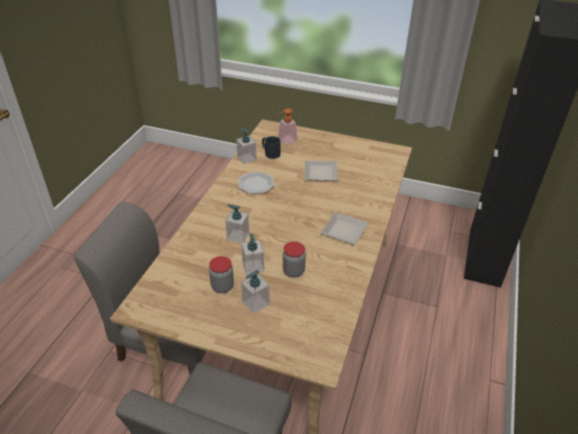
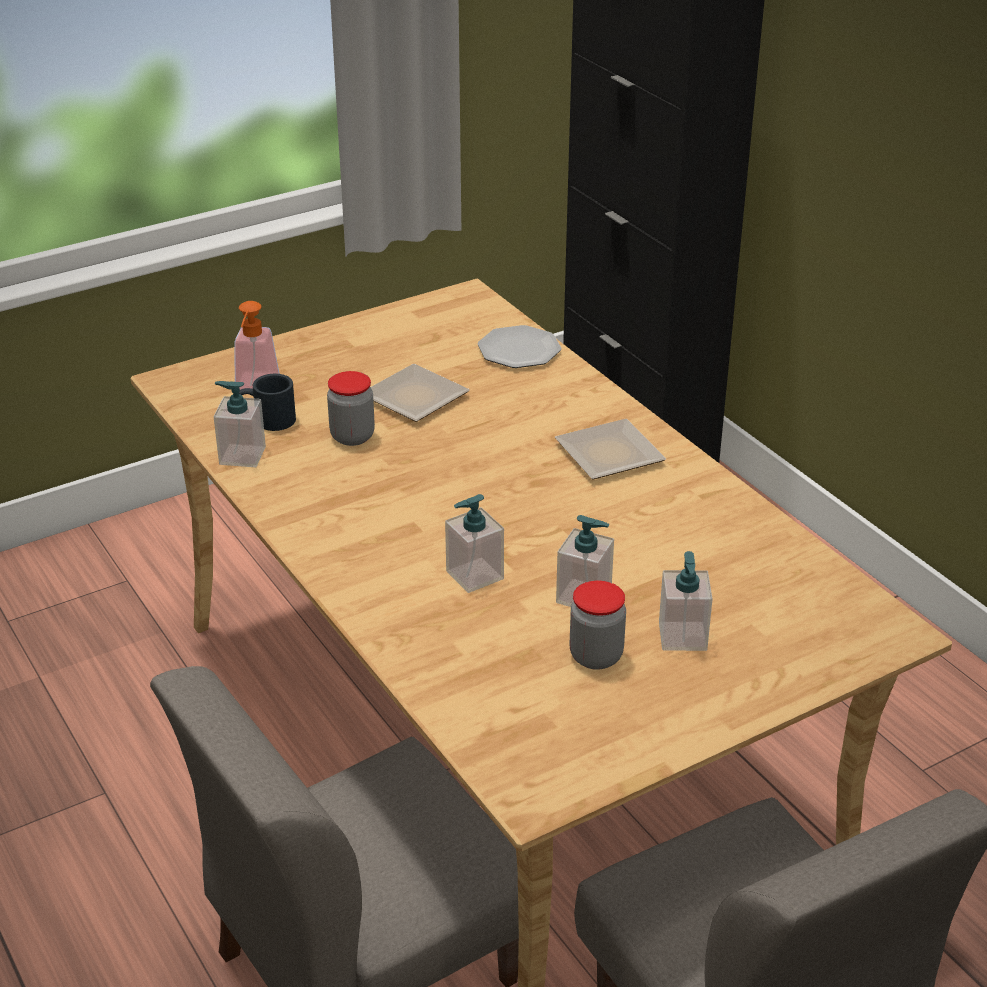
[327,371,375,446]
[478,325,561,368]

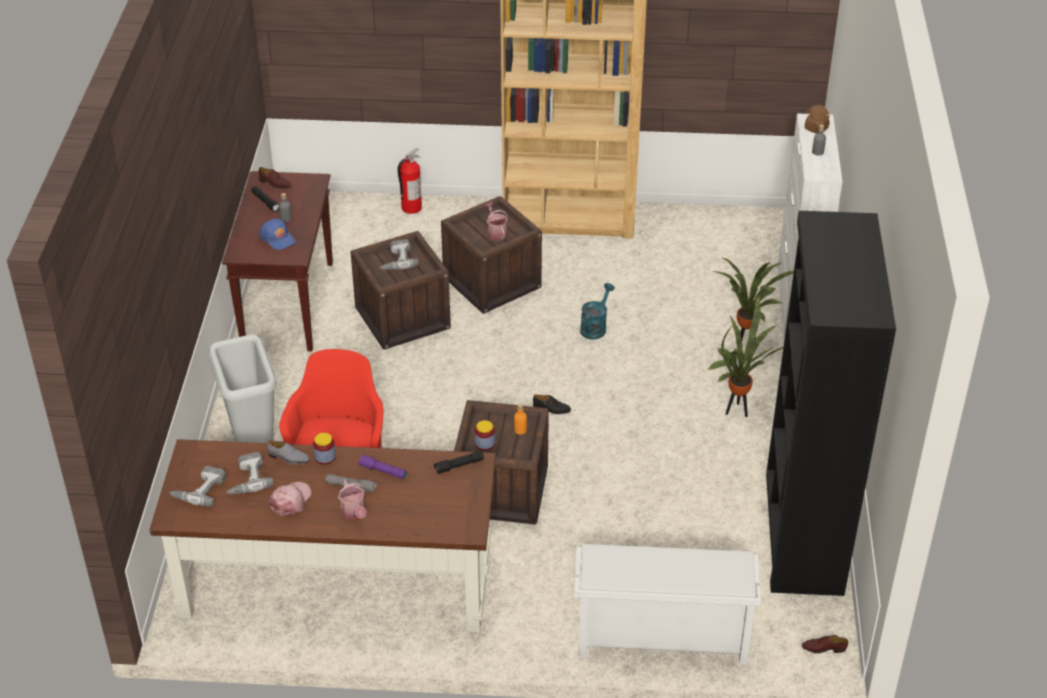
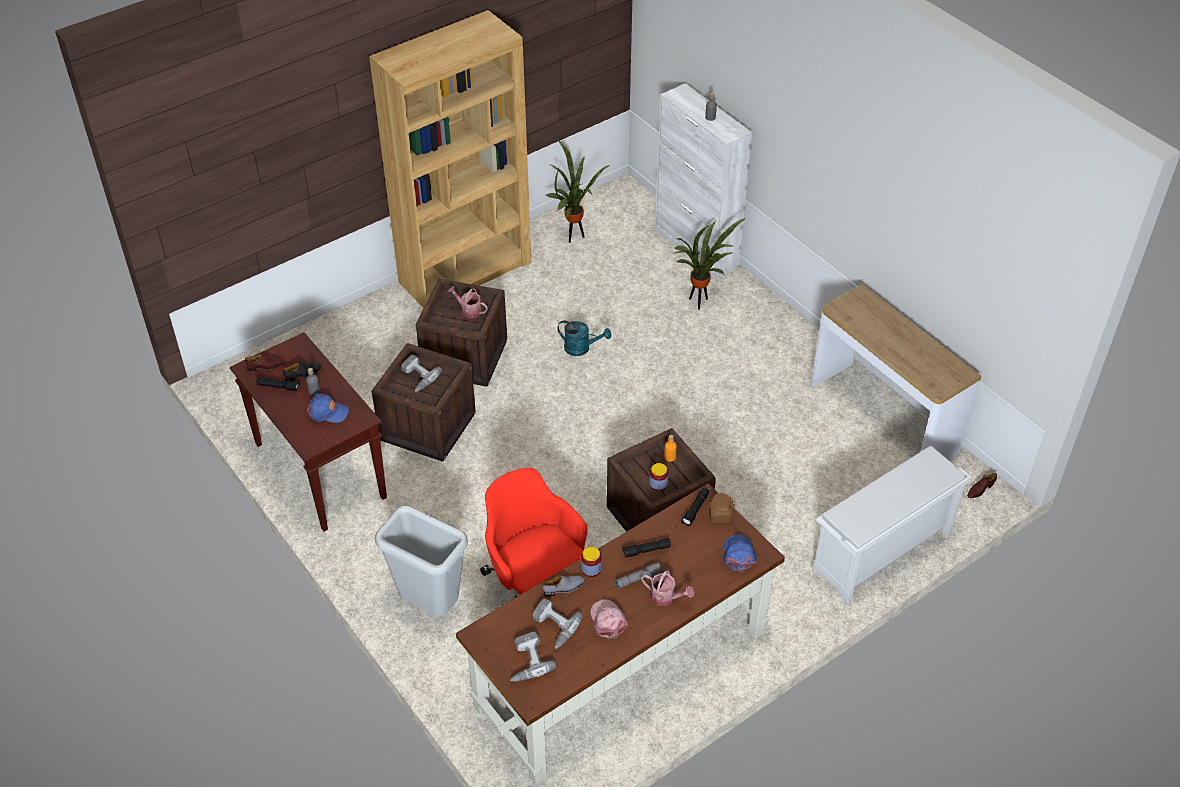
[283,362,322,381]
[546,140,610,243]
[557,321,611,356]
[622,539,671,558]
[707,493,735,523]
[723,534,757,572]
[810,284,981,460]
[397,148,422,214] (first image)

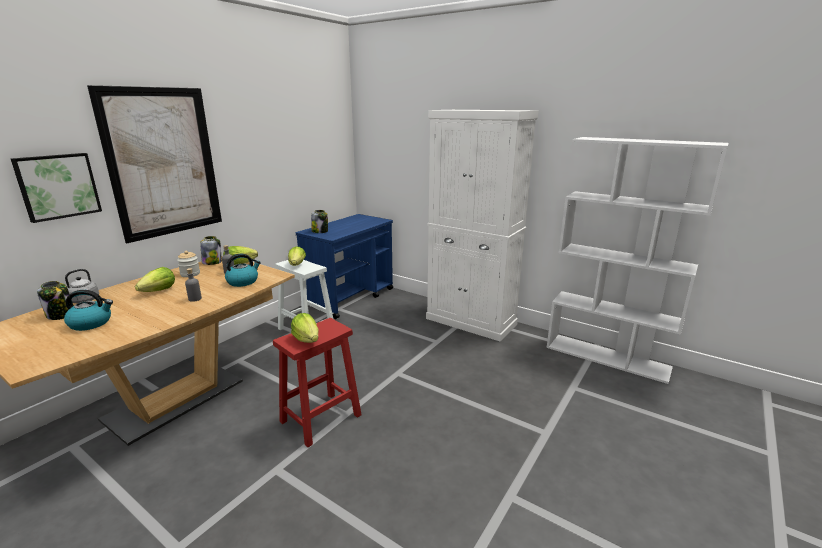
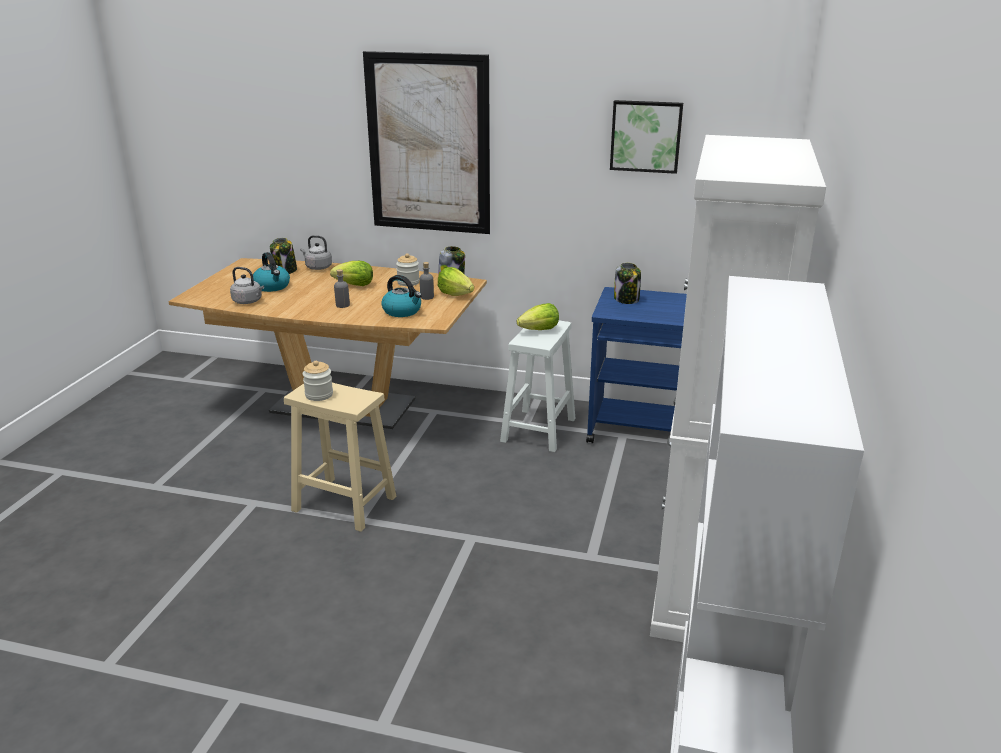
[230,267,264,304]
[284,383,396,532]
[302,361,333,401]
[610,100,683,174]

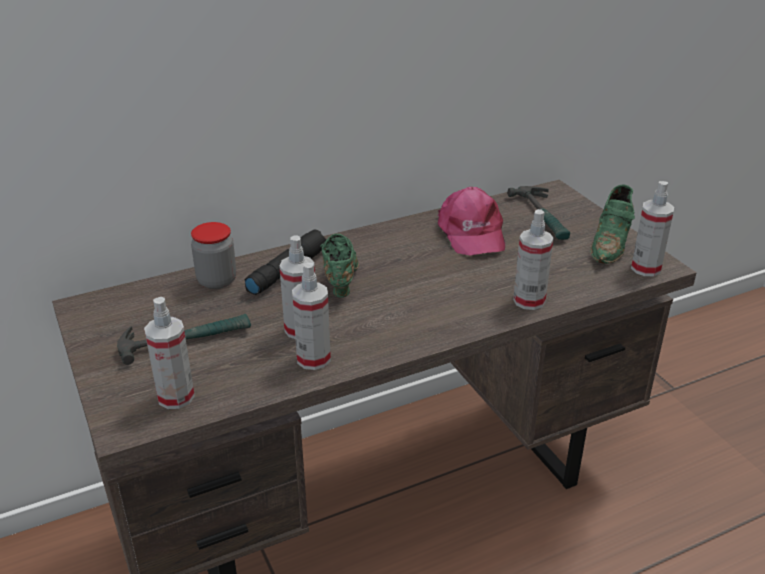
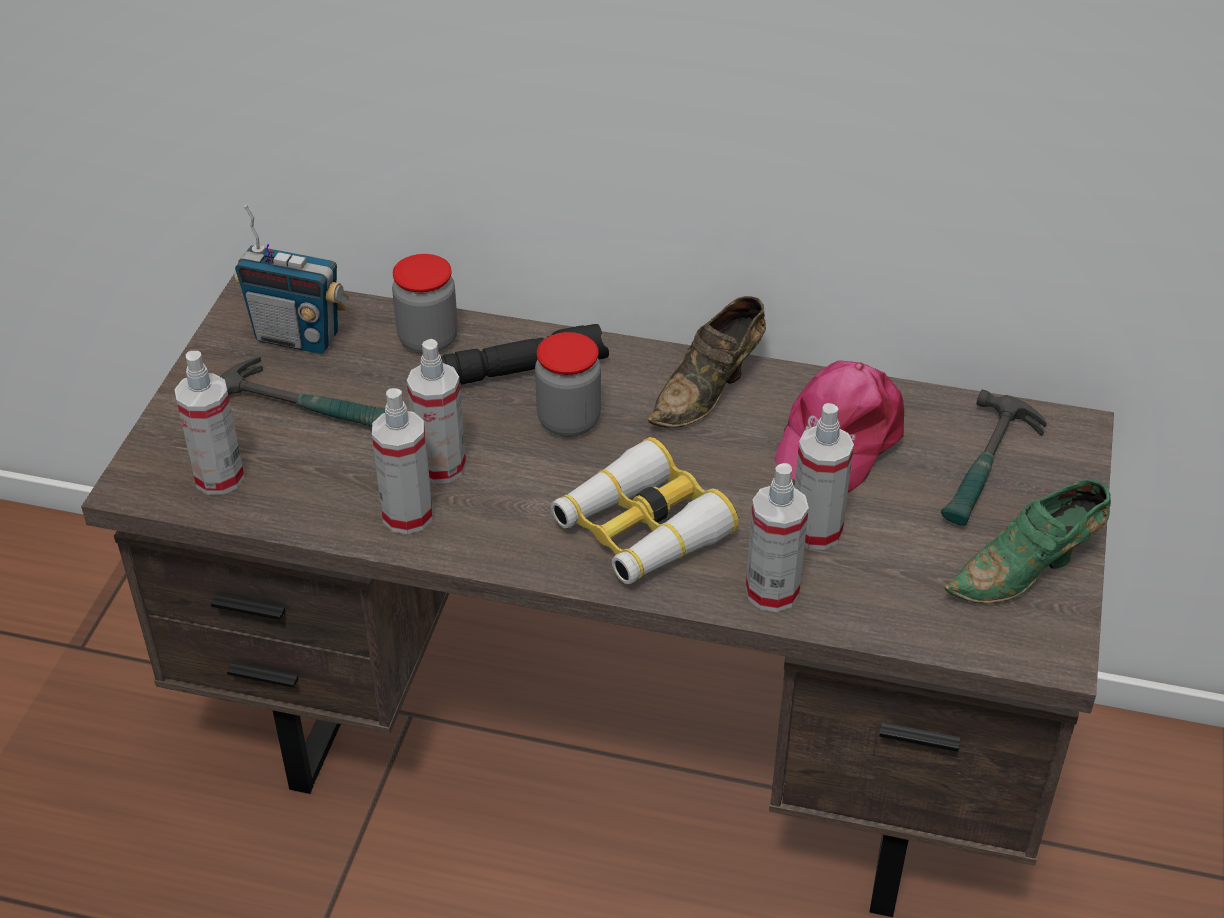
[234,204,349,354]
[535,332,601,437]
[551,437,739,584]
[648,296,766,428]
[795,403,854,550]

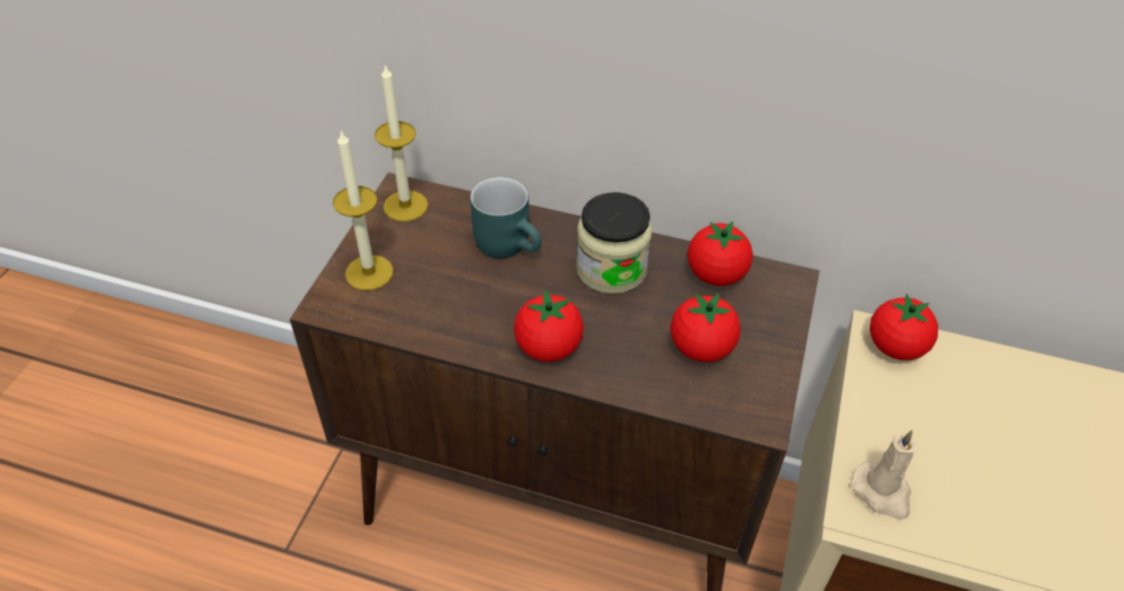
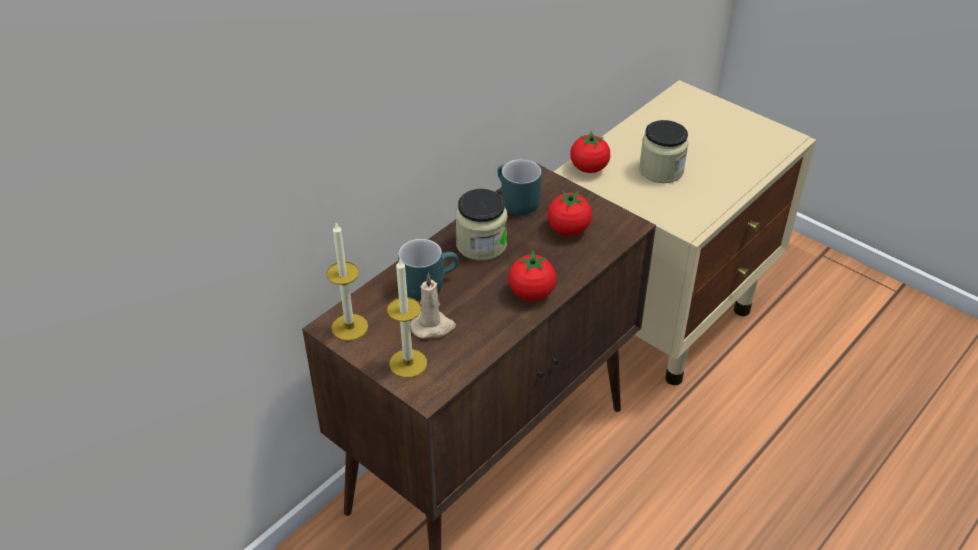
[410,273,456,339]
[498,159,542,216]
[639,120,689,183]

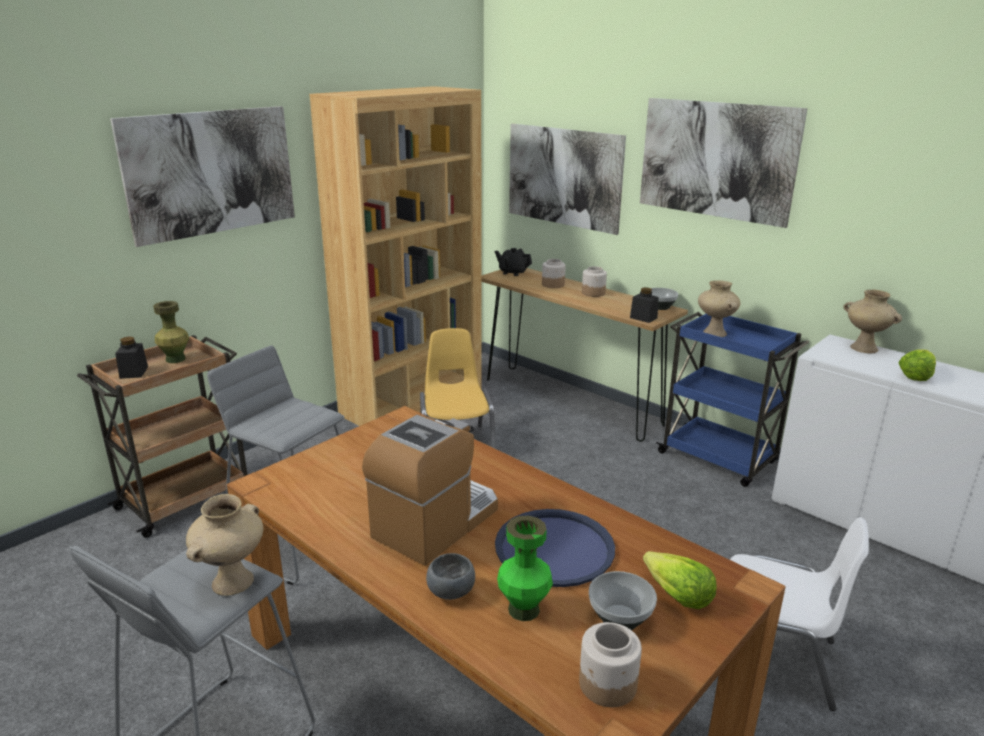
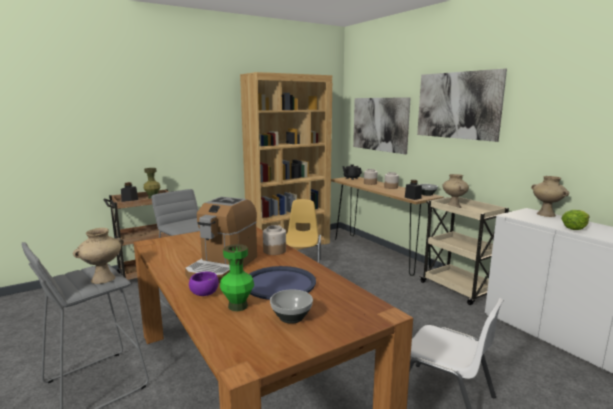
[185,197,257,283]
[189,272,219,296]
[263,225,286,255]
[420,197,509,305]
[110,106,295,247] (first image)
[643,551,717,609] (first image)

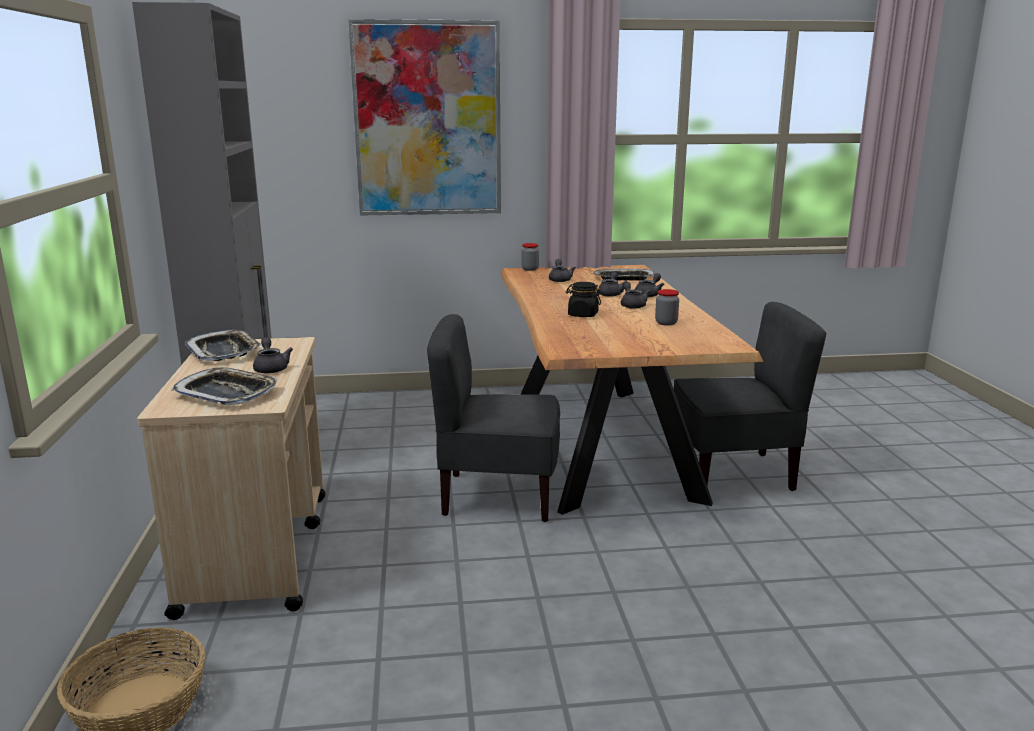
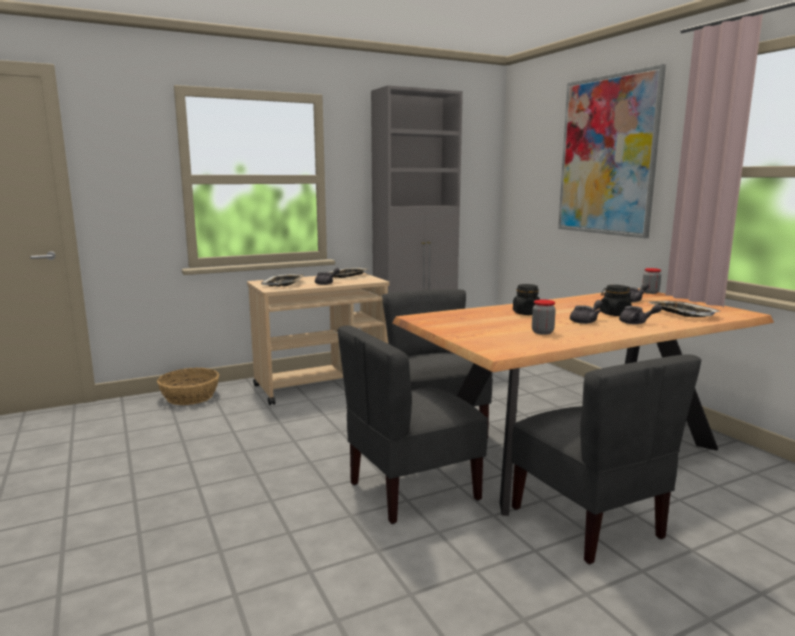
[337,325,488,524]
[600,285,632,316]

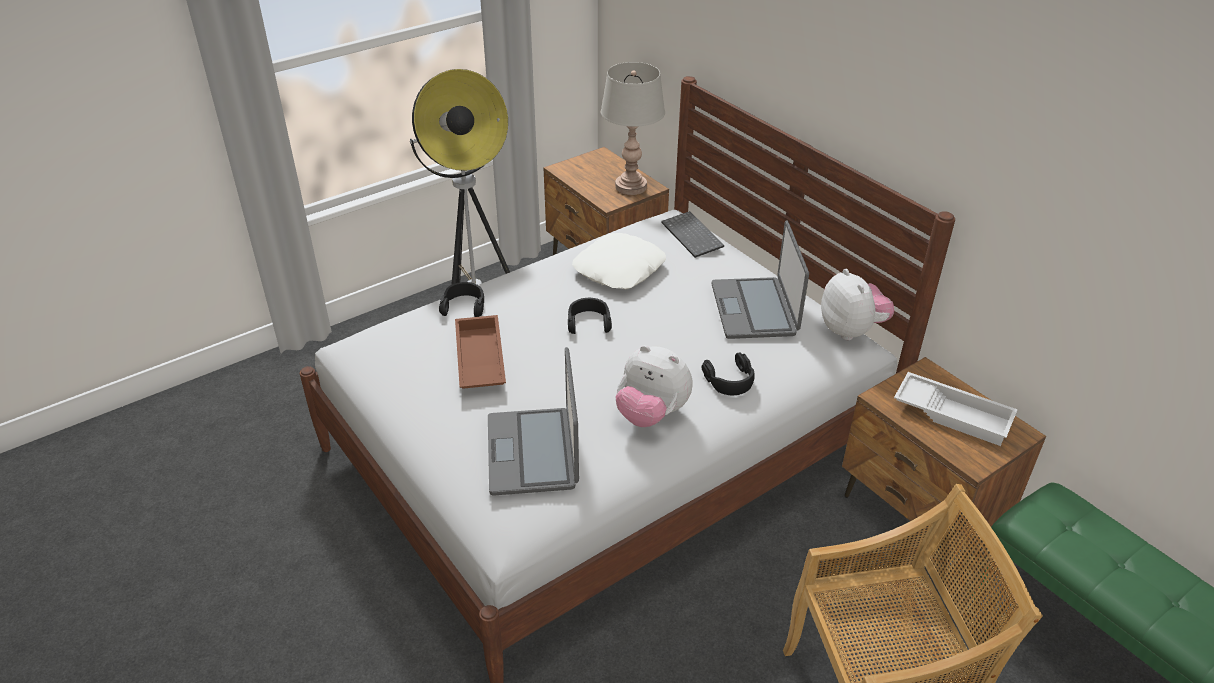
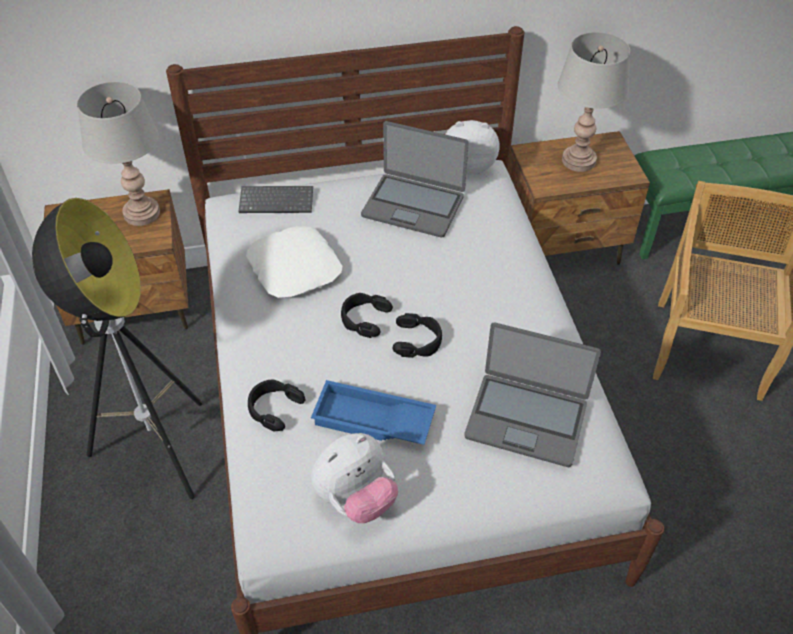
[311,380,436,445]
[311,433,398,523]
[393,313,442,358]
[558,32,630,172]

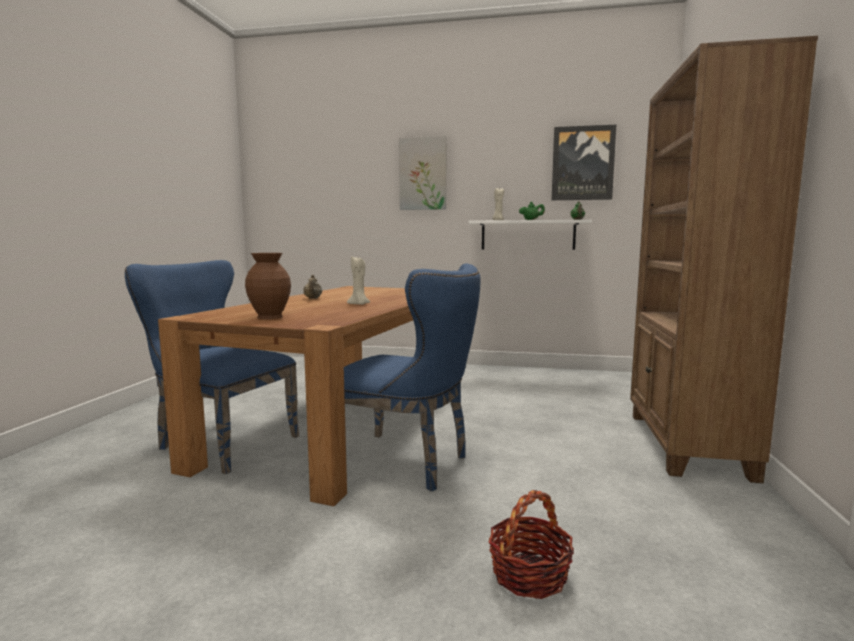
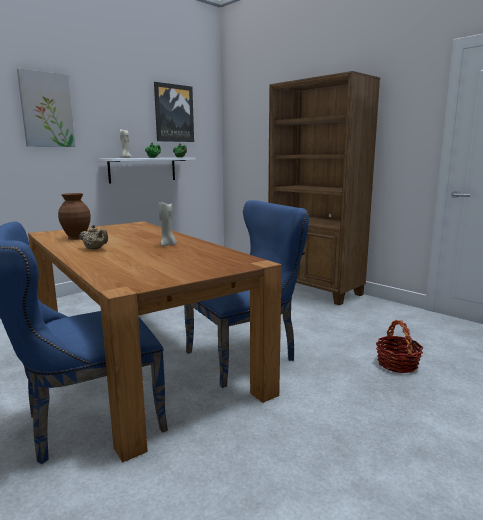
[58,193,91,240]

